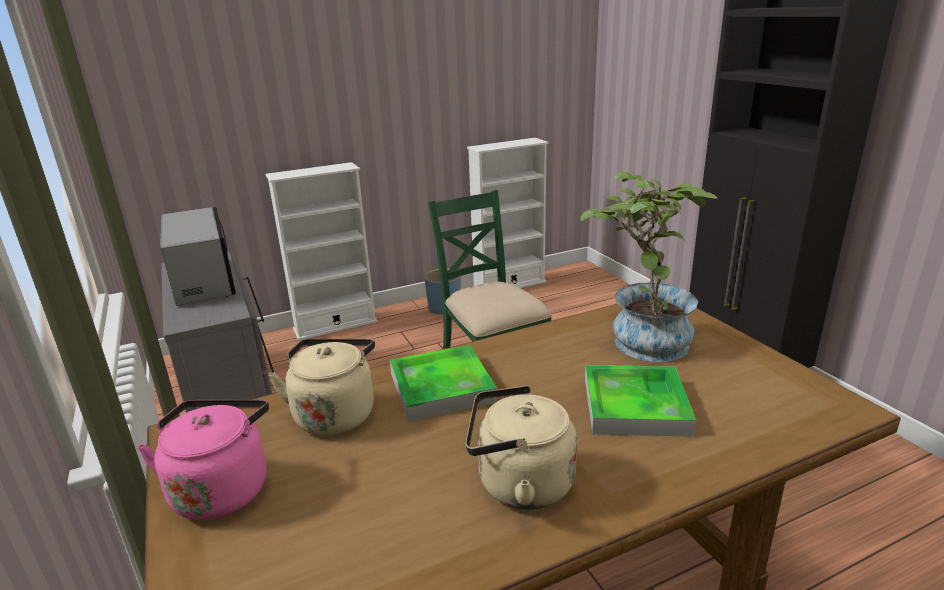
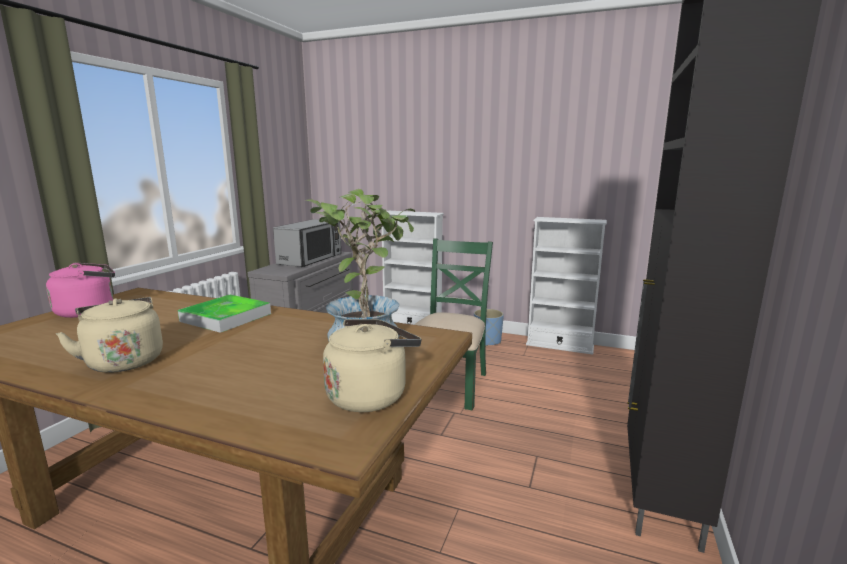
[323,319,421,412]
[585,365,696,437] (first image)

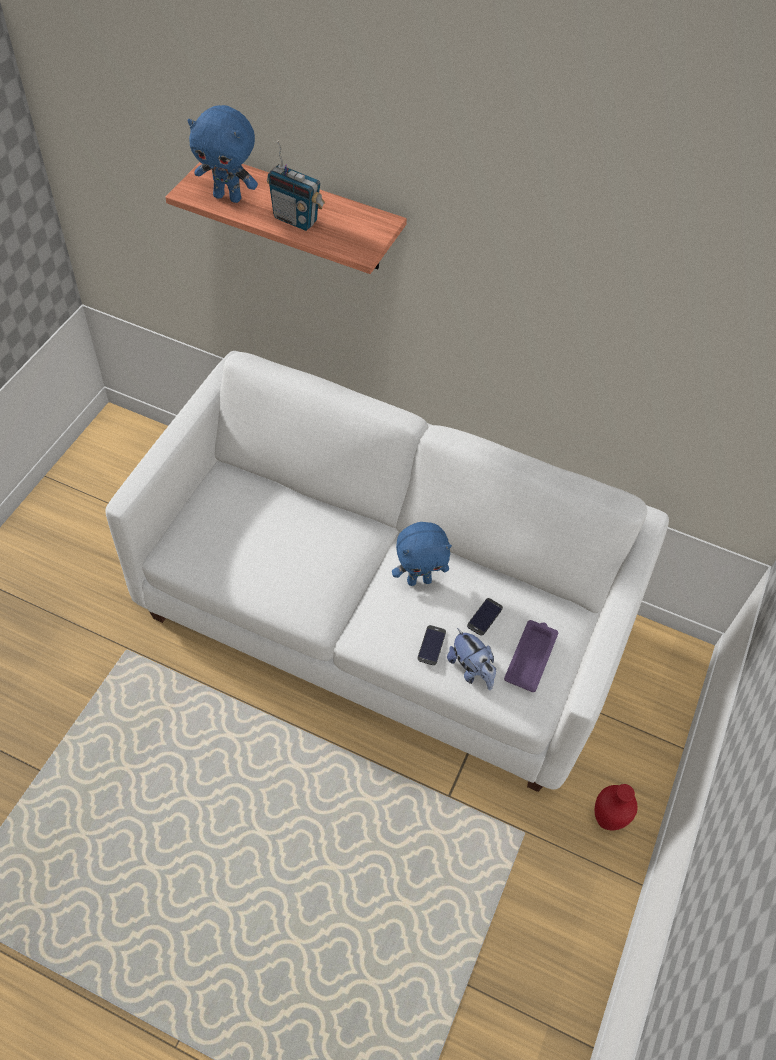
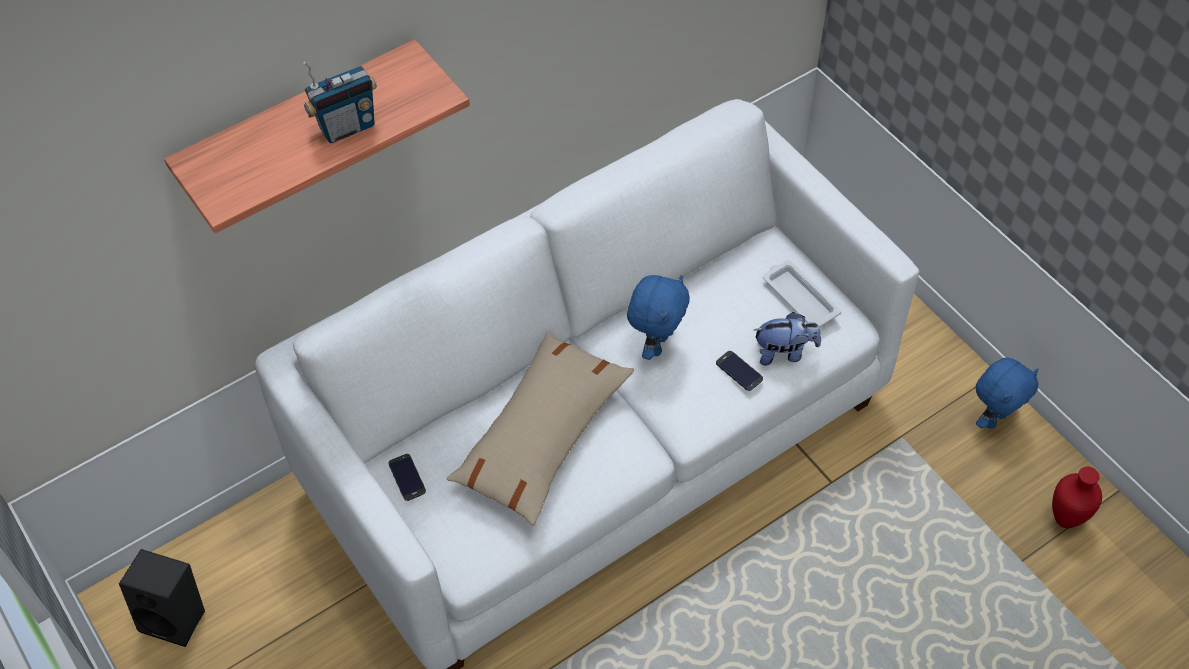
[119,549,205,647]
[388,454,426,501]
[447,332,634,526]
[763,260,842,327]
[976,358,1039,429]
[1052,466,1102,528]

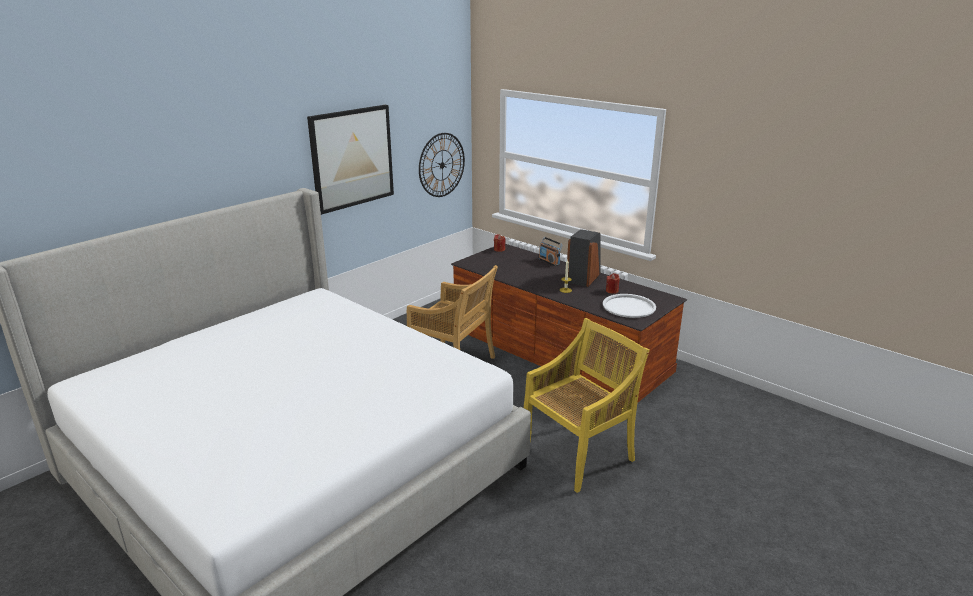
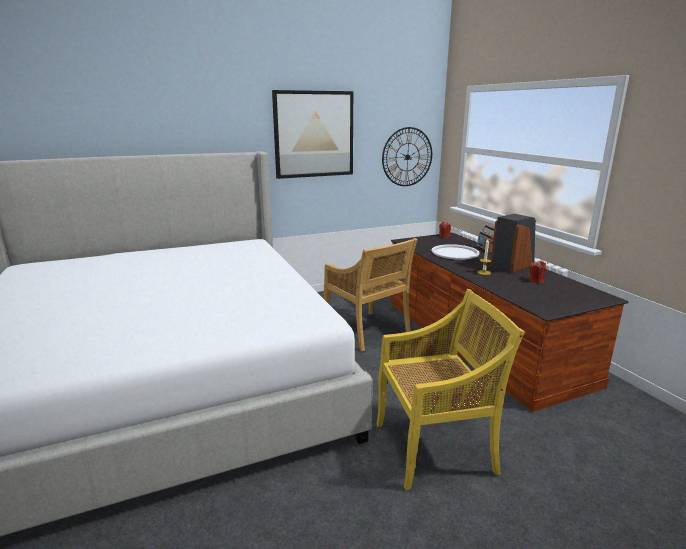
[432,244,479,260]

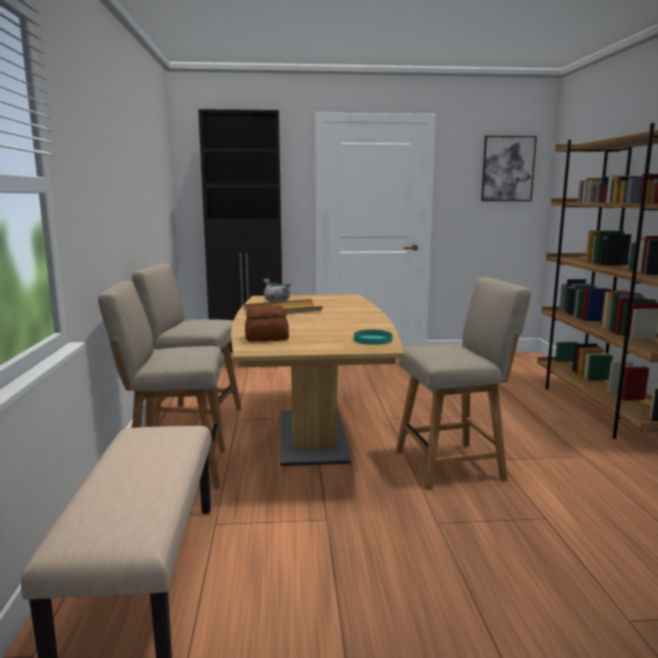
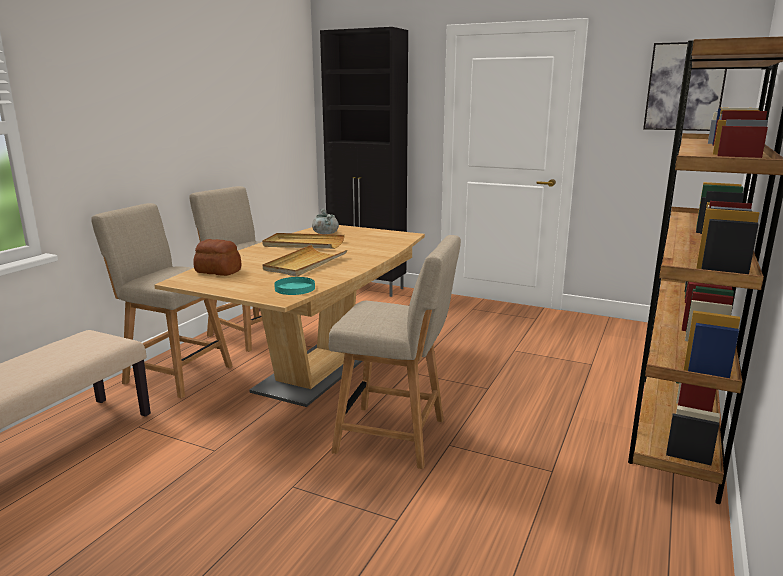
[263,245,347,277]

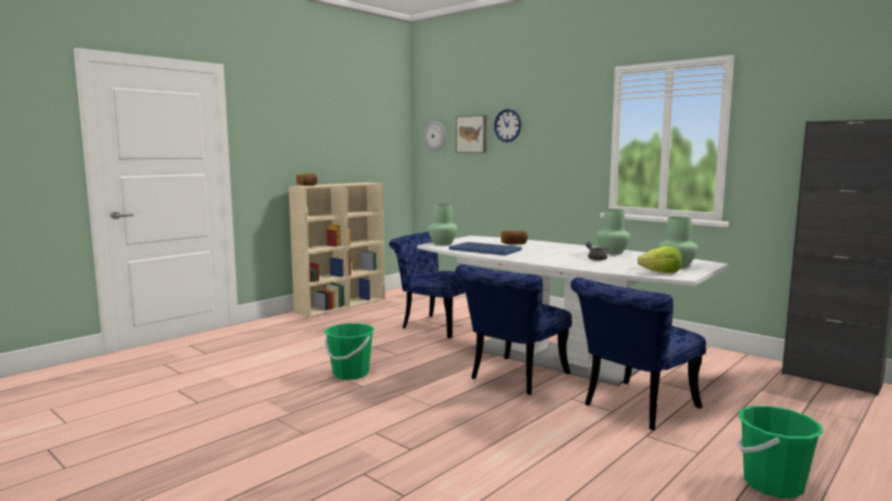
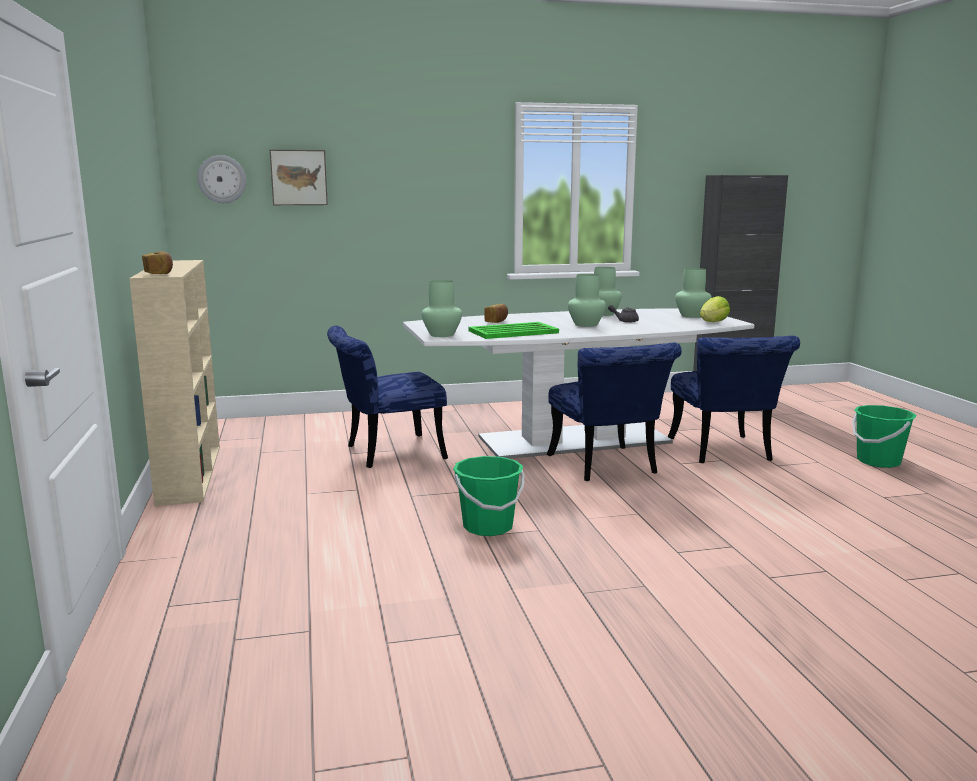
[469,322,559,339]
[568,274,606,327]
[494,109,521,142] (first image)

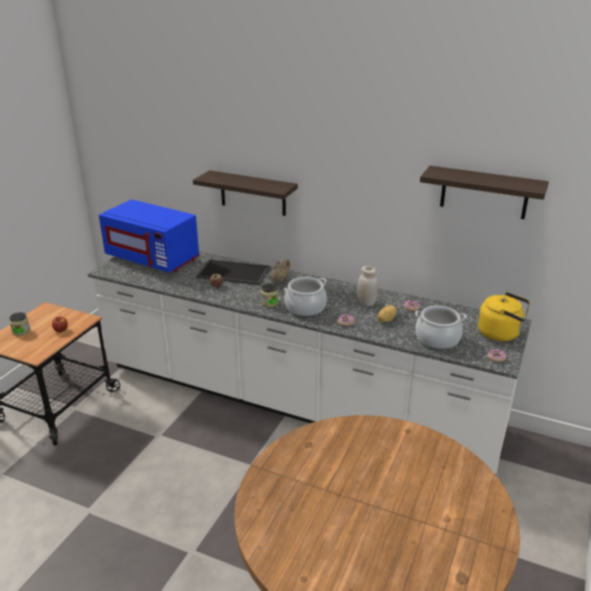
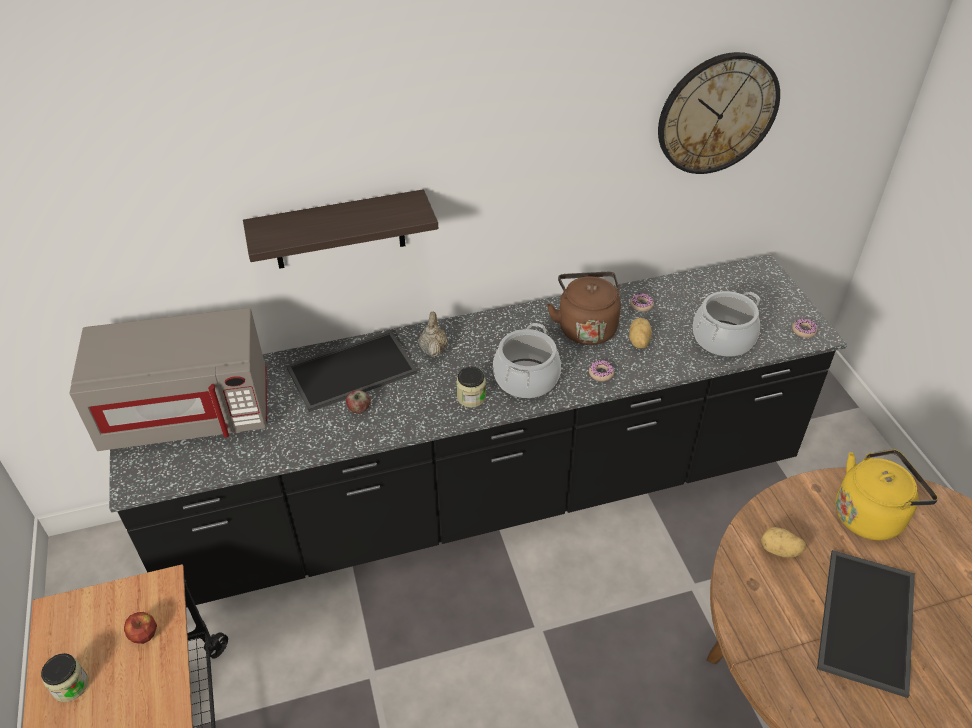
[69,308,267,451]
[109,254,847,607]
[547,272,621,345]
[658,52,780,174]
[761,527,806,558]
[817,550,915,698]
[835,449,938,540]

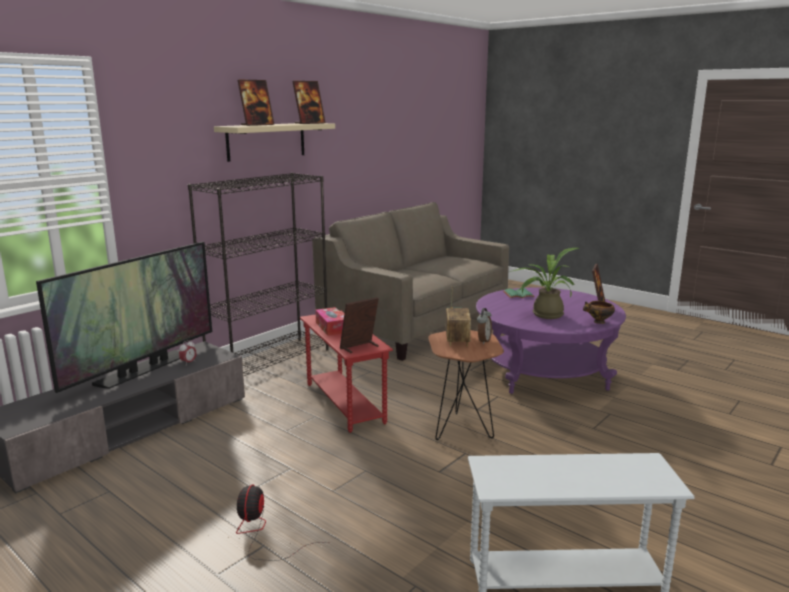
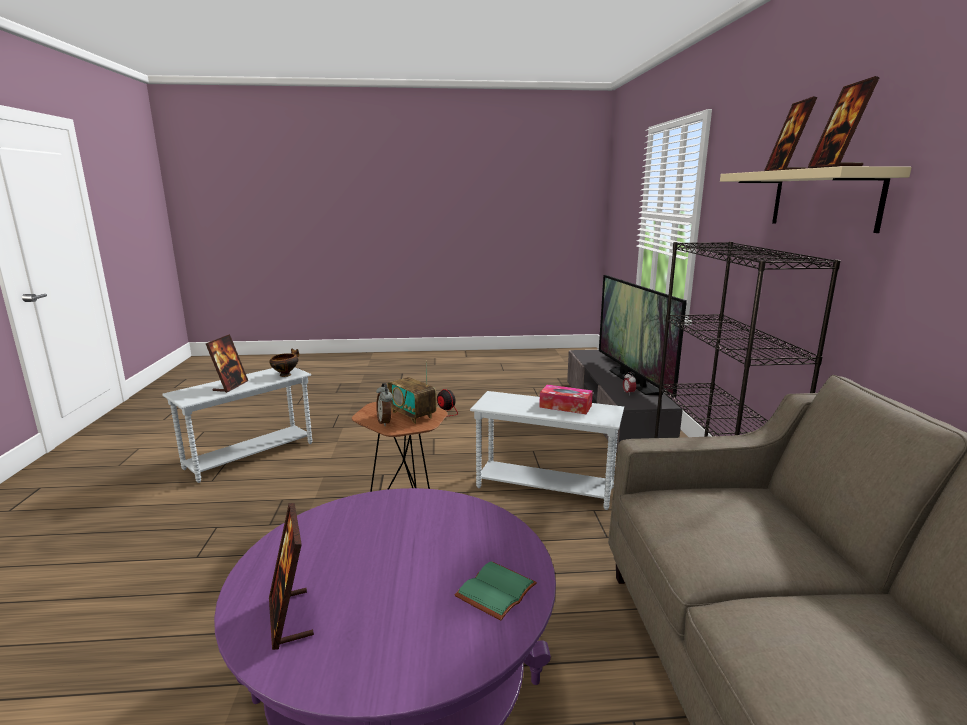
[206,334,248,393]
[269,349,299,377]
[470,391,624,510]
[513,248,579,319] (first image)

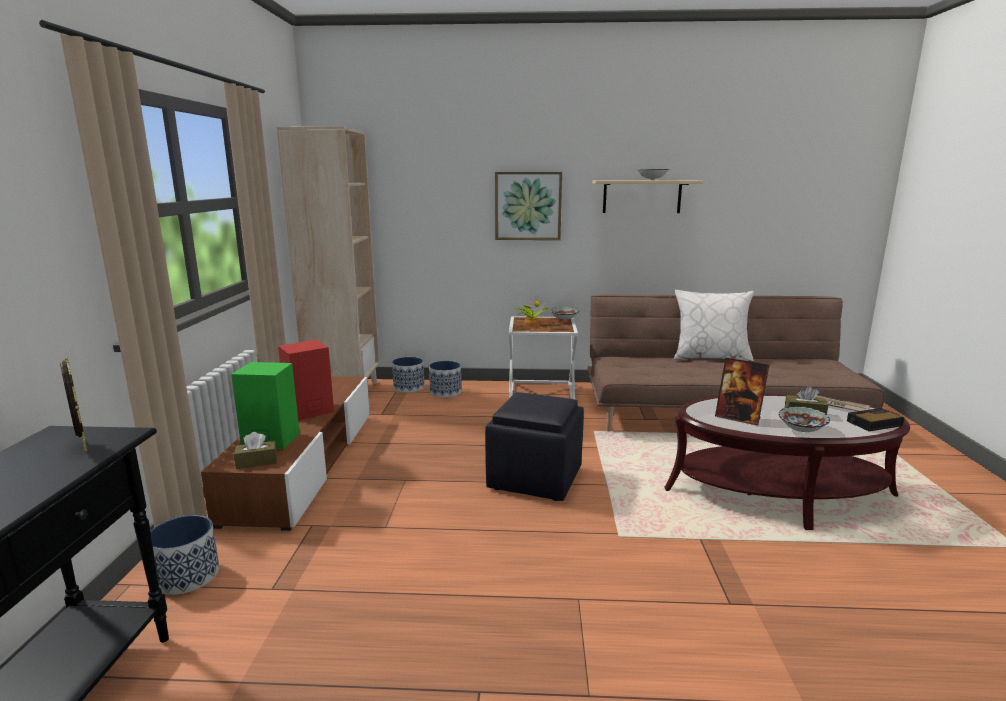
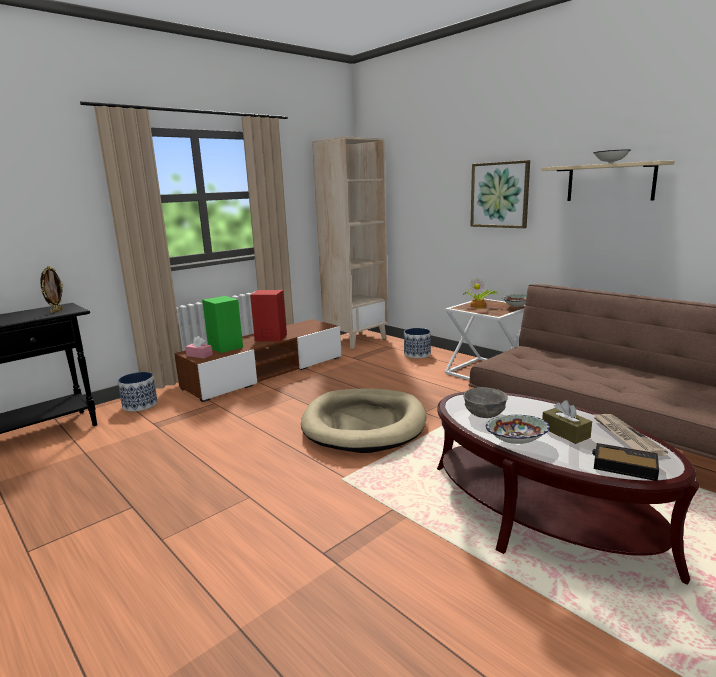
[185,336,213,358]
[301,388,426,453]
[463,387,508,418]
[392,357,425,393] (first image)
[674,290,754,362] (first image)

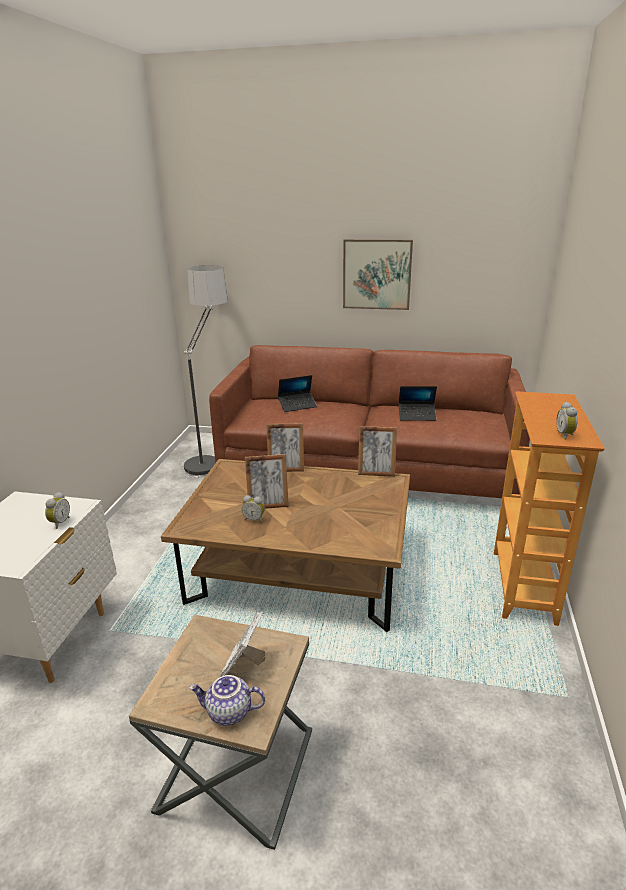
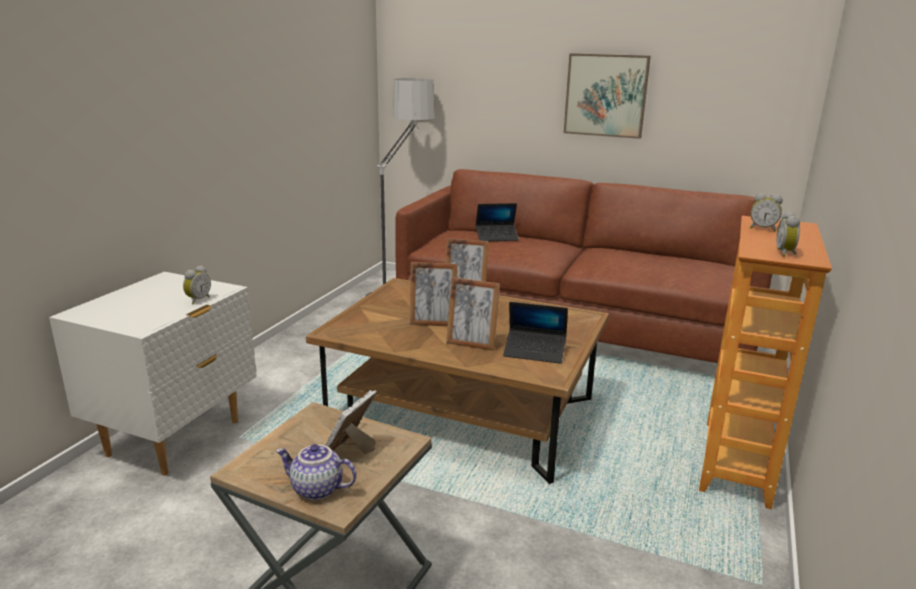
[446,277,500,351]
[503,302,568,364]
[750,193,783,231]

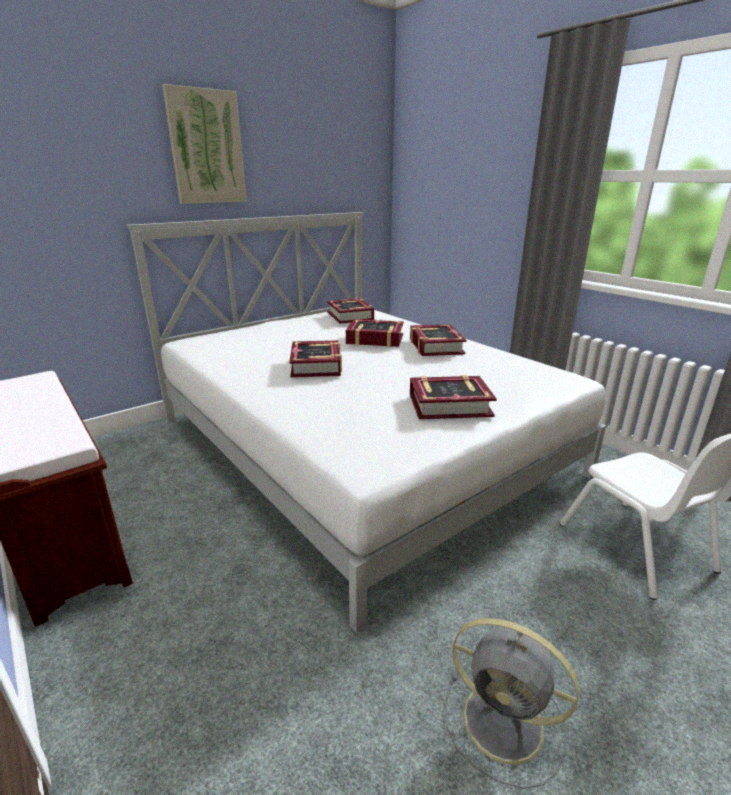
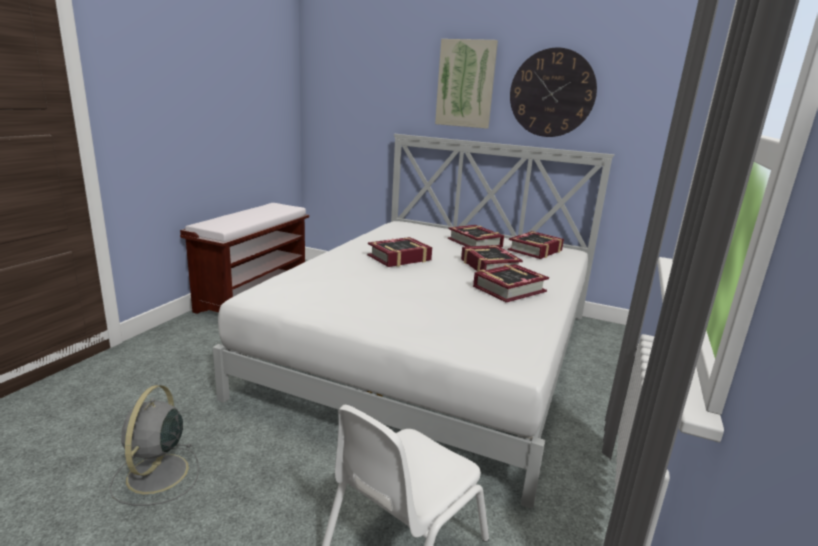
[448,225,504,247]
[510,47,597,137]

